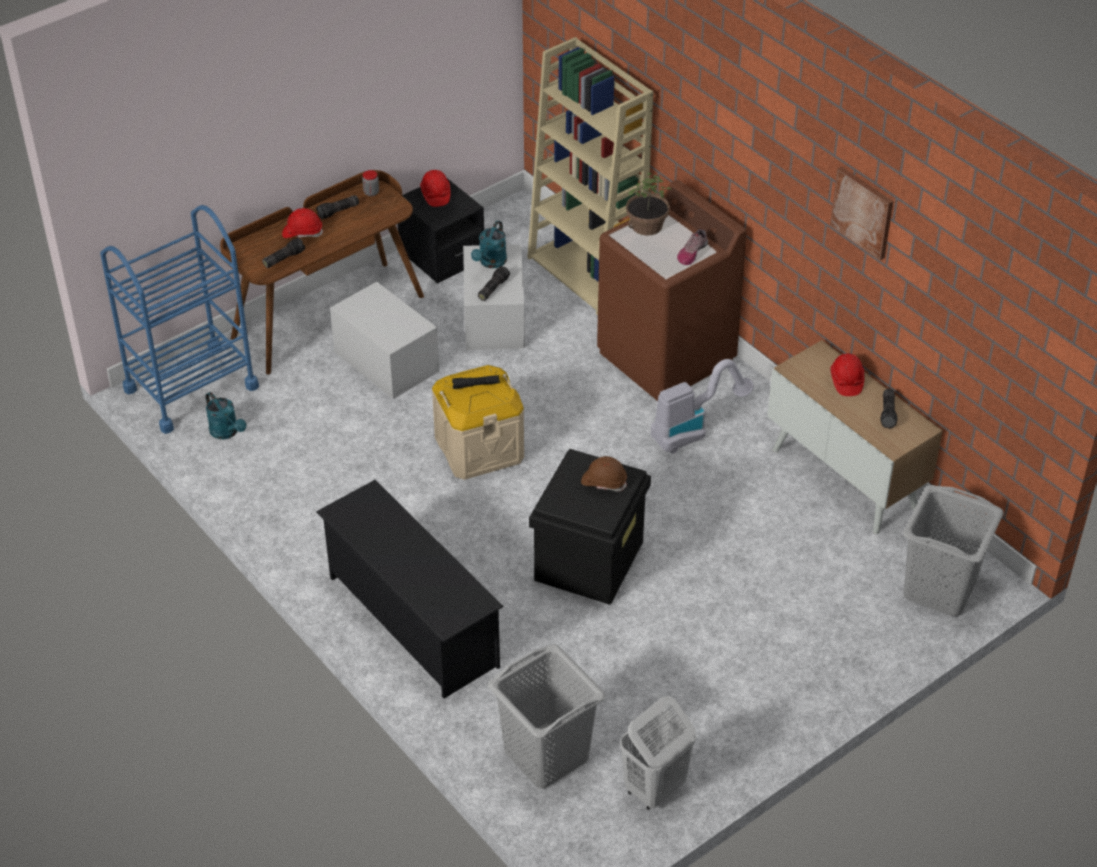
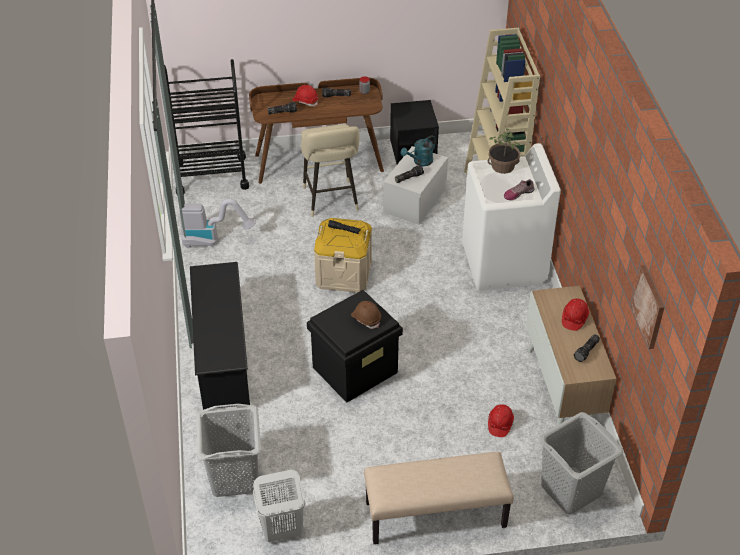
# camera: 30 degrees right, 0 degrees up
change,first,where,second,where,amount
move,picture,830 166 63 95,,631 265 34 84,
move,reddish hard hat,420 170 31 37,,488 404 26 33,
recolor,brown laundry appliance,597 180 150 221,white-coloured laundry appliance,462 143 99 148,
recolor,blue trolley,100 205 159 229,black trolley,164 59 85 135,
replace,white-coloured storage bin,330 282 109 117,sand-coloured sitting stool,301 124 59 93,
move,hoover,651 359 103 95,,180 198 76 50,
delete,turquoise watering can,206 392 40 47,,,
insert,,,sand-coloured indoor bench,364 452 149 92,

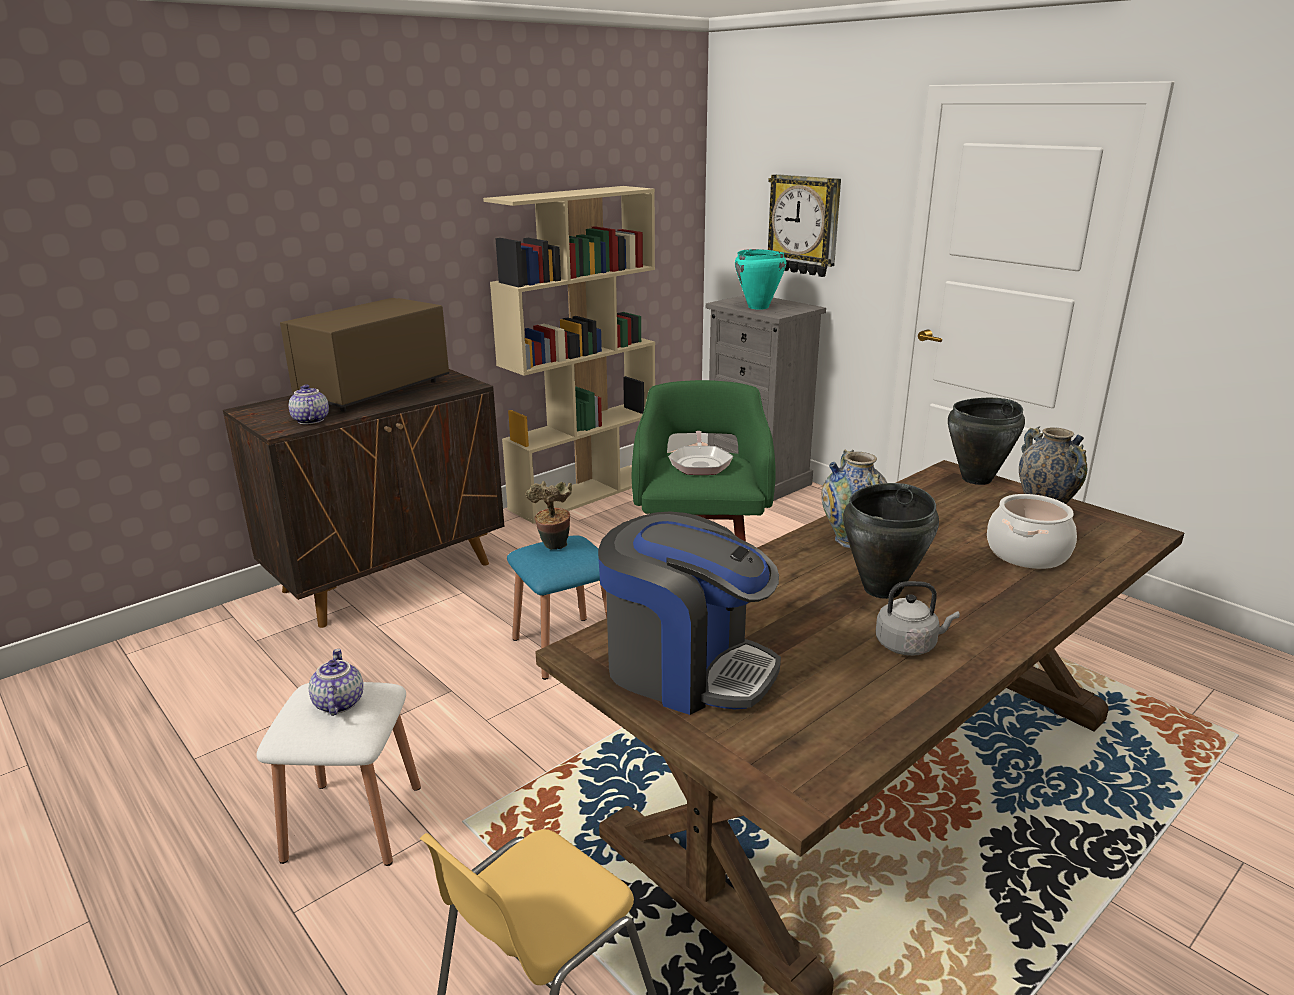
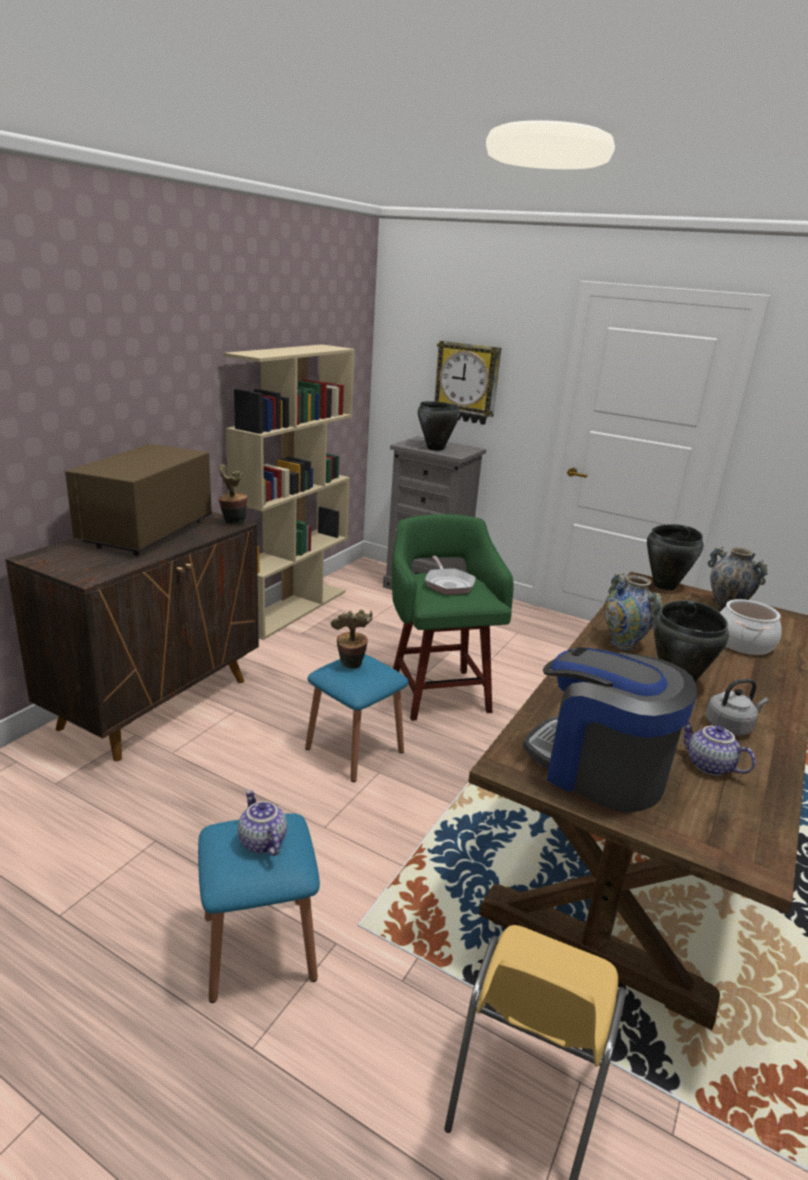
# camera: 20 degrees left, 0 degrees up
change,first,where,second,where,amount
recolor,turquoise saucepot,735 249 51 61,black saucepot,418 401 42 50,
move,pot for tea,288 385 41 39,,684 721 72 54,
rotate,coffee machine,598 511 183 204,,523 647 174 166,150 degrees counterclockwise
recolor,white-coloured sitting stool,257 682 164 184,blue sitting stool,198 813 122 190,
insert,,,plant in a pot,218 464 29 61,

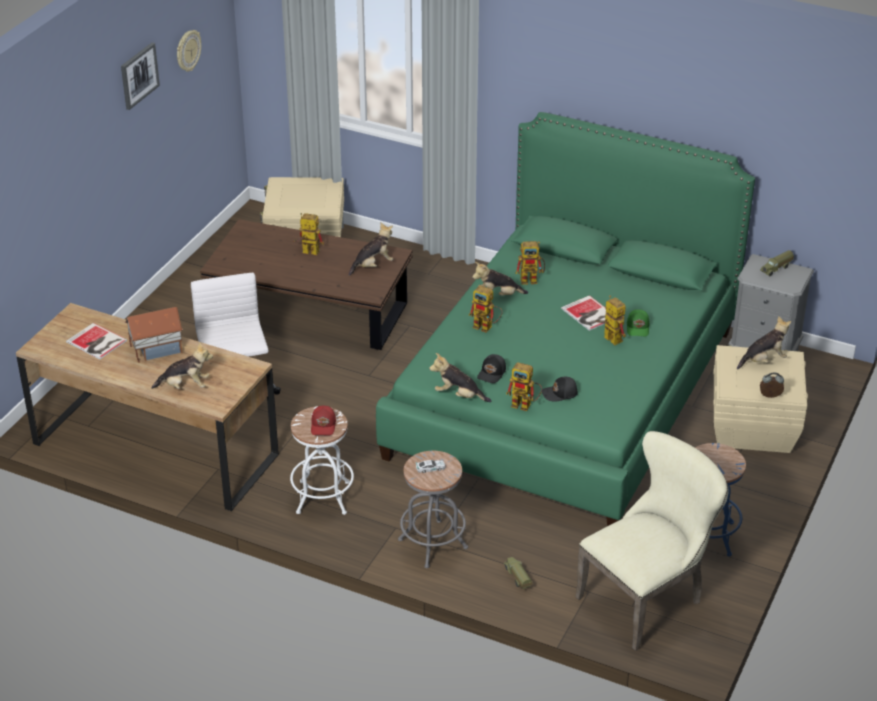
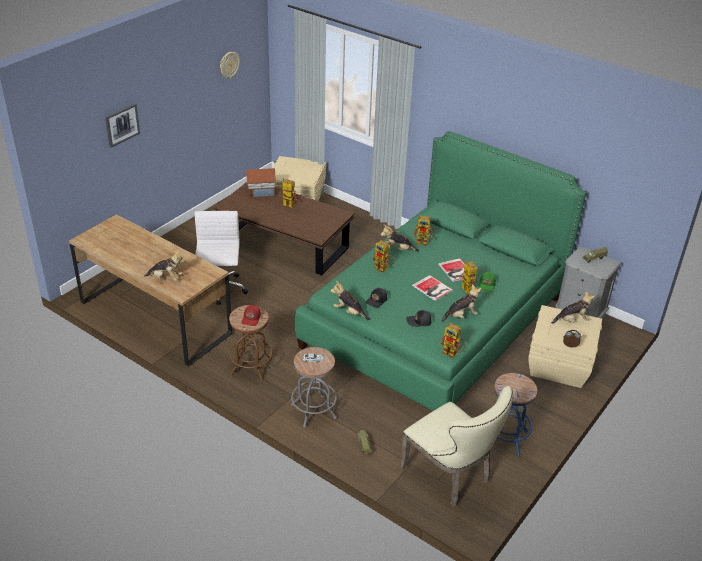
# camera: 10 degrees right, 0 degrees up
change,first,where,second,where,amount
move,picture,121 42 39 68,,105 103 35 45,
move,soft toy,349 223 44 53,,441 284 41 38,
move,toy house,125 307 58 56,,245 168 31 29,
move,book,66 323 61 36,,412 275 41 26,
move,model robot,506 362 36 49,,440 323 26 35,
recolor,white-coloured sitting stool,290 406 64 109,brown sitting stool,229 305 43 76,
rotate,sand-coloured upright chair,575 431 154 220,,400 386 113 121,75 degrees clockwise

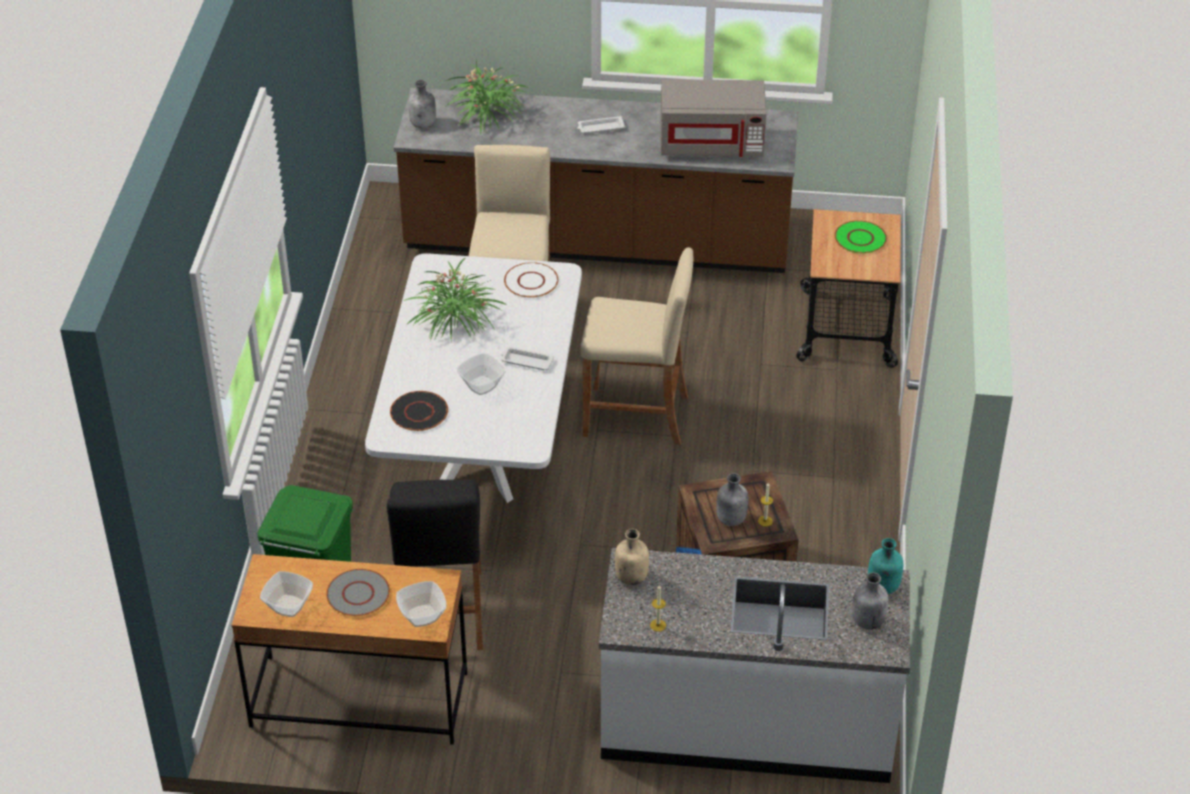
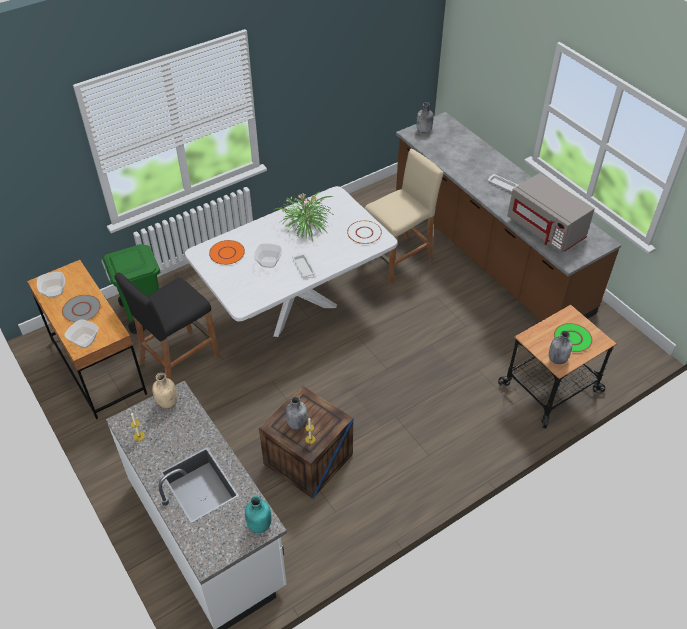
# camera: 50 degrees right, 5 degrees up
change,first,where,second,where,amount
delete,plant in a pot,446 60 83 75,,,
delete,sand-coloured sitting stool,580 247 113 198,,,
recolor,black plate,390 391 58 40,orangey plate,209 240 36 25,
move,grey bottle,852 573 36 56,,549 331 23 33,

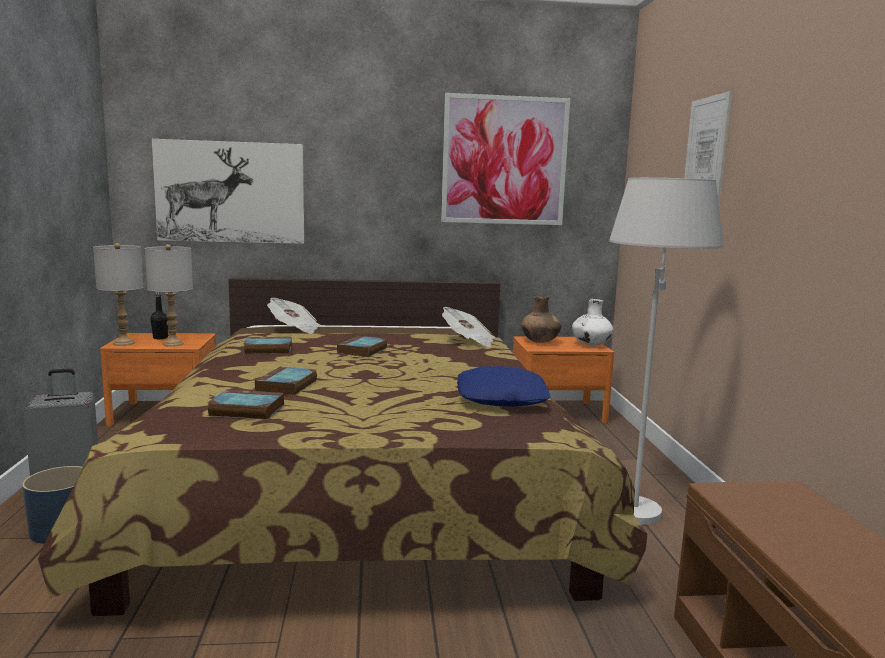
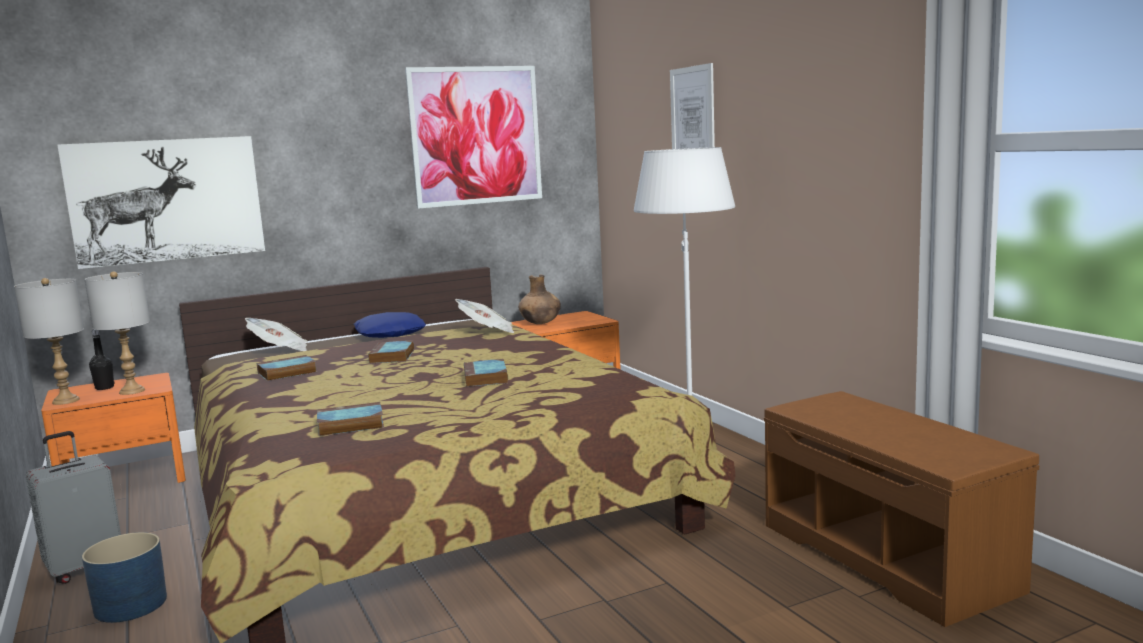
# camera: 20 degrees left, 0 degrees up
change,first,where,second,where,amount
delete,white-coloured vase,572 299 41 47,,,
move,book,255 366 62 30,,464 359 44 28,
move,blue throw pillow,457 366 93 41,,354 312 72 26,

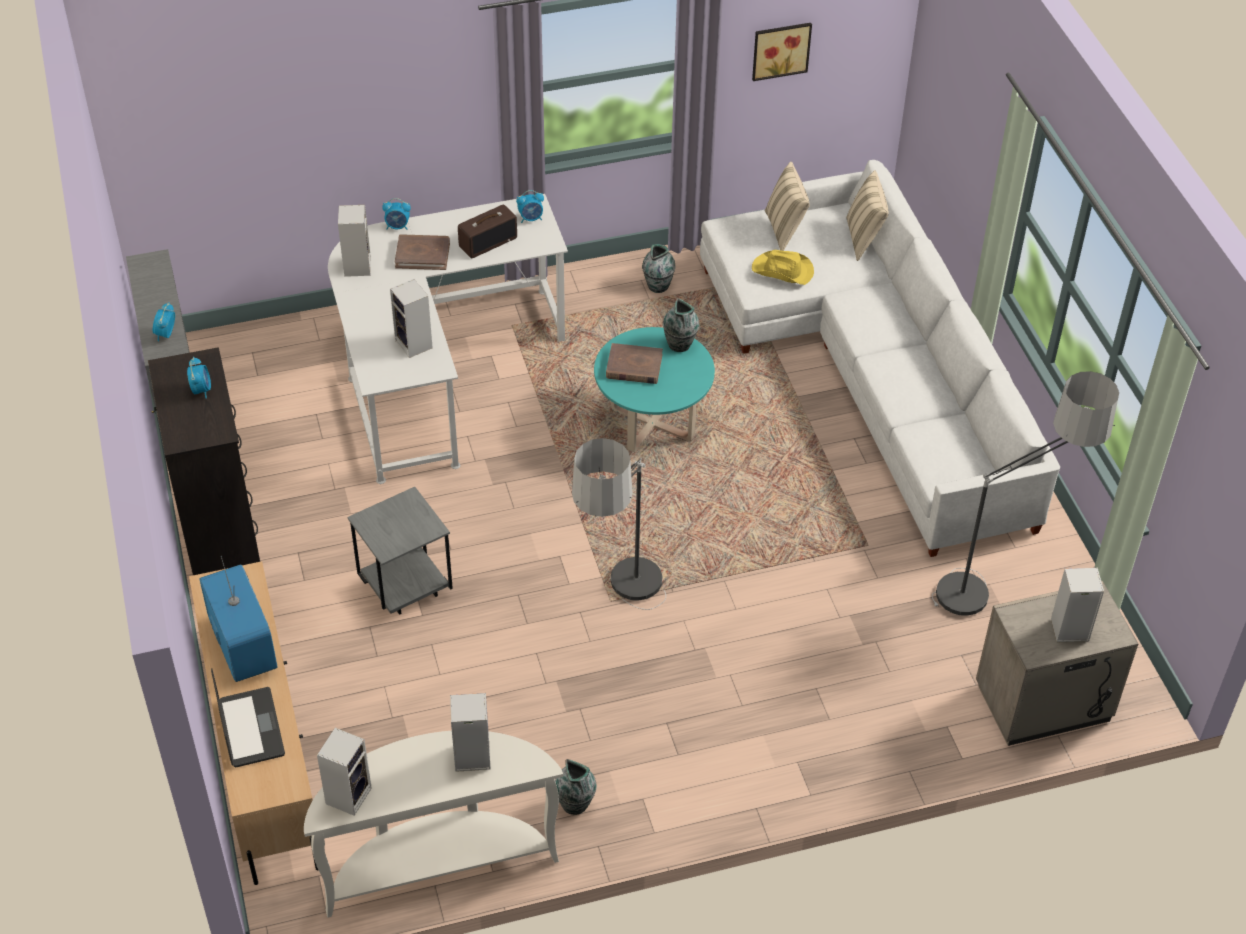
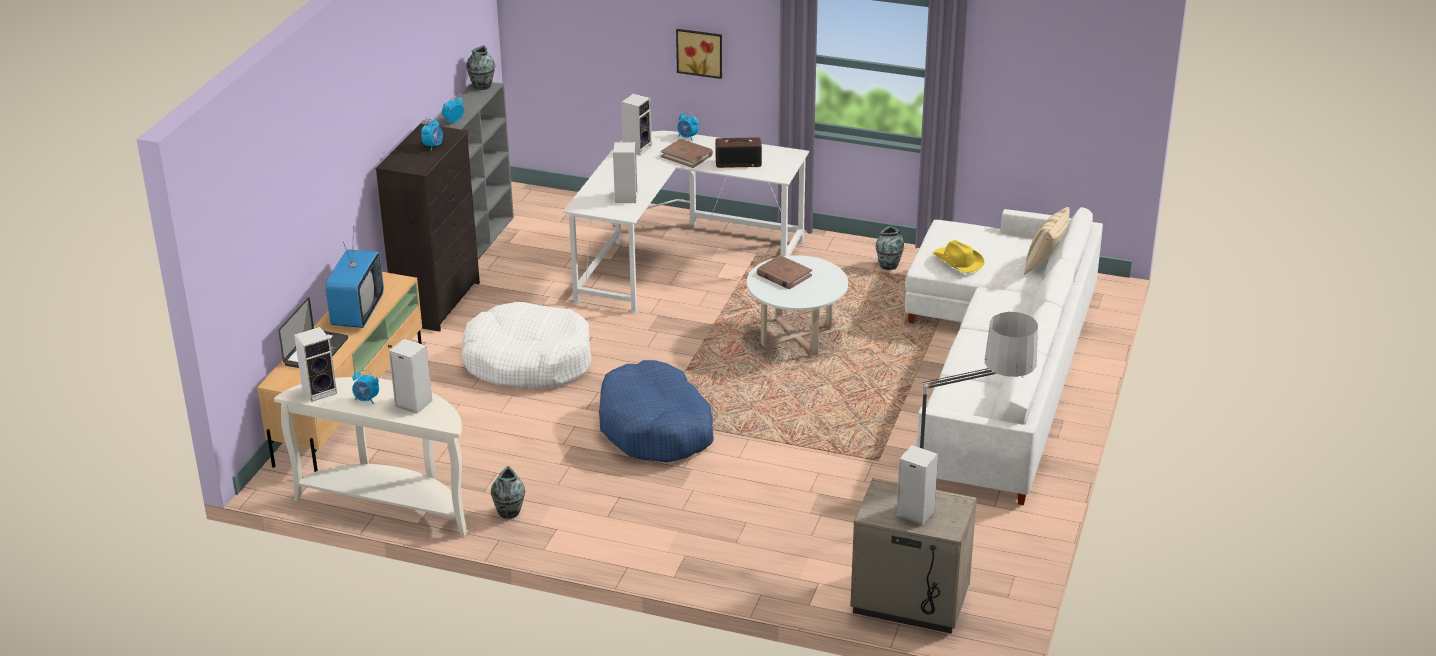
# camera: 35 degrees right, 15 degrees down
change,first,where,second,where,amount
move,picture,752 23 60 58,,676 29 46 50,
delete,sand-coloured throw pillow,765 162 45 89,,,
move,alarm clock,516 190 28 33,,352 370 27 34,
move,vase,663 298 36 54,,466 45 29 45,
recolor,turquoise coffee table,594 327 121 126,white-coloured coffee table,747 255 101 101,
replace,standing lamp,572 438 94 172,blue pet bed,599 360 115 102,
replace,grey side table,347 487 106 128,white-coloured pet bed,462 302 129 86,

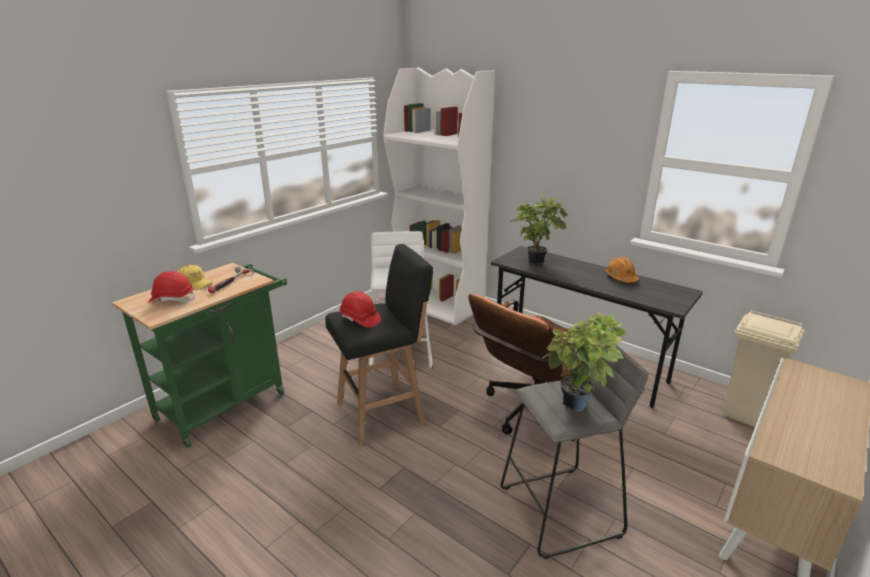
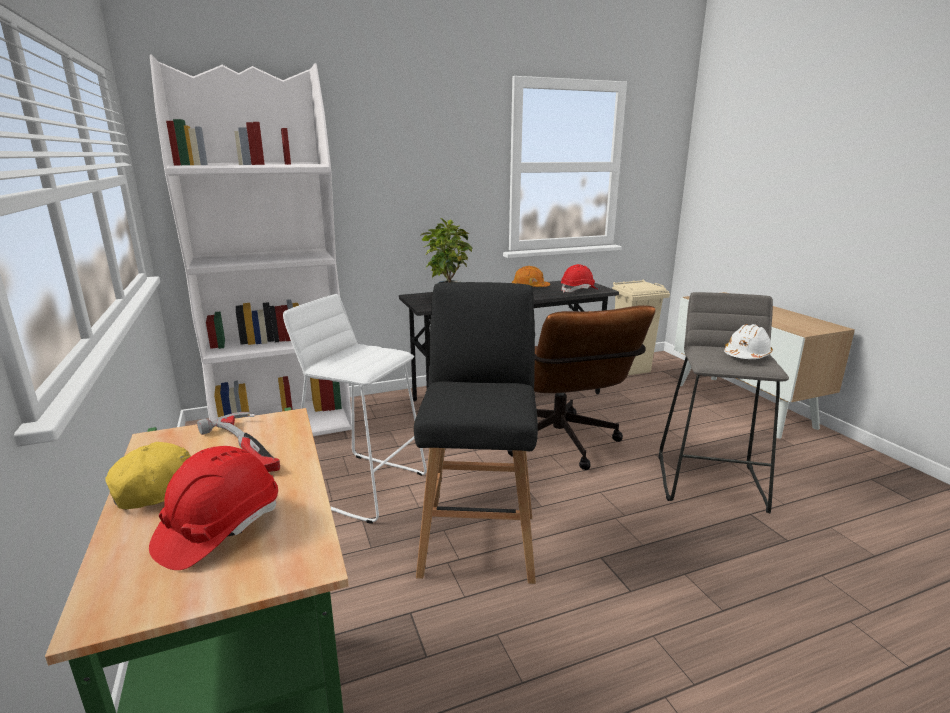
# camera: 60 degrees left, 5 degrees down
change,first,where,second,where,amount
move,reddish hard hat,339 291 42 37,,561 264 36 29,
replace,plant in a pot,542 313 84 98,white-coloured hard hat,724 324 49 35,

